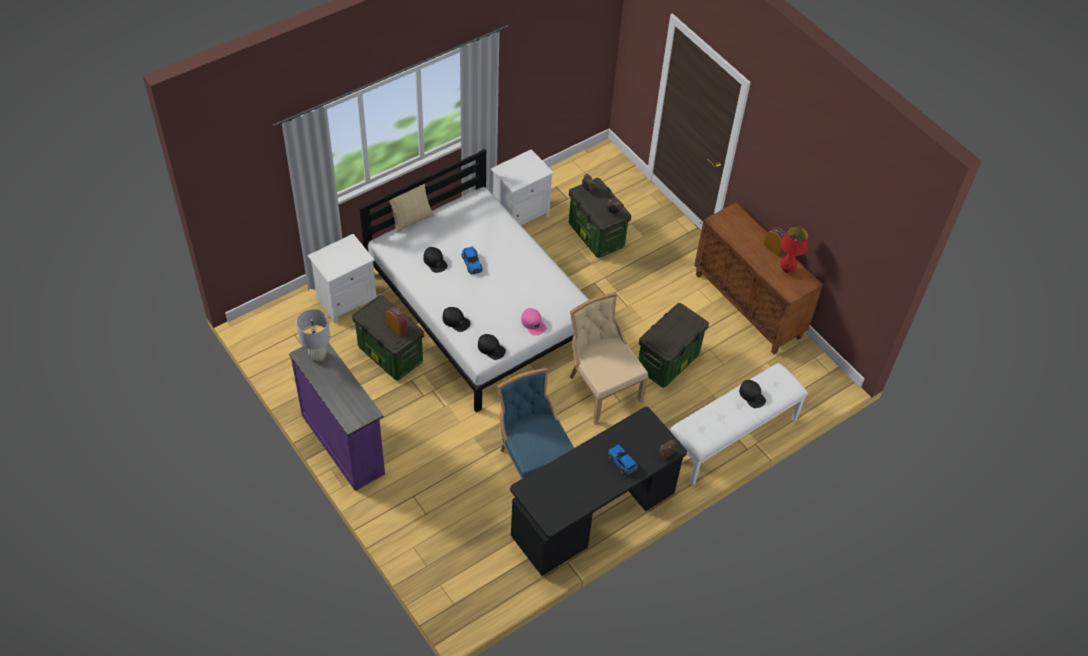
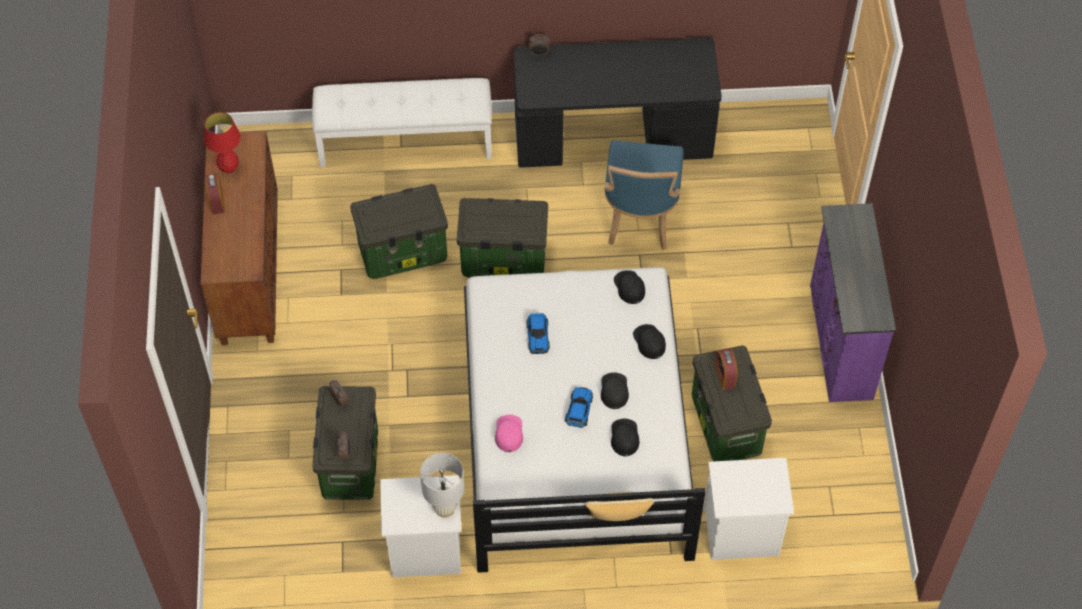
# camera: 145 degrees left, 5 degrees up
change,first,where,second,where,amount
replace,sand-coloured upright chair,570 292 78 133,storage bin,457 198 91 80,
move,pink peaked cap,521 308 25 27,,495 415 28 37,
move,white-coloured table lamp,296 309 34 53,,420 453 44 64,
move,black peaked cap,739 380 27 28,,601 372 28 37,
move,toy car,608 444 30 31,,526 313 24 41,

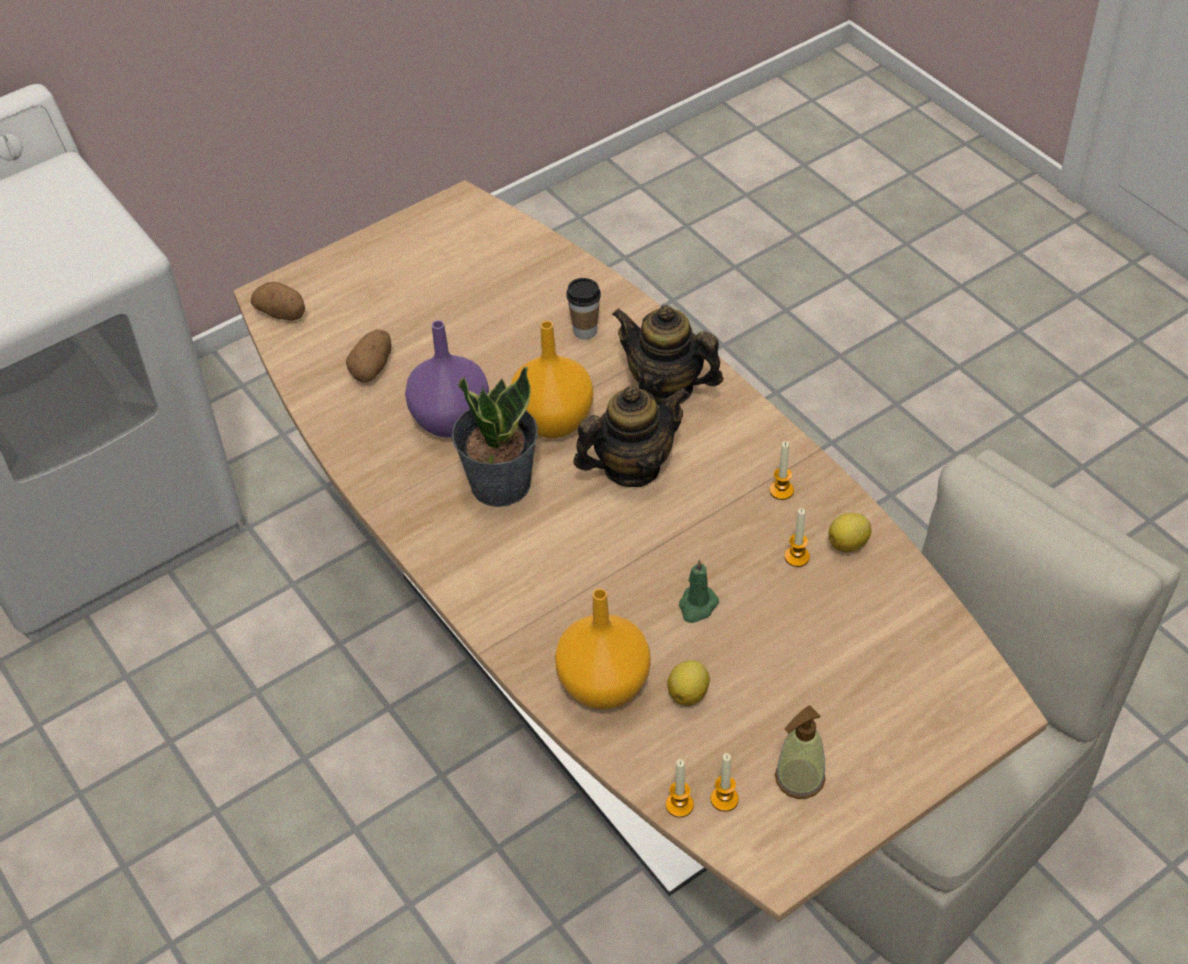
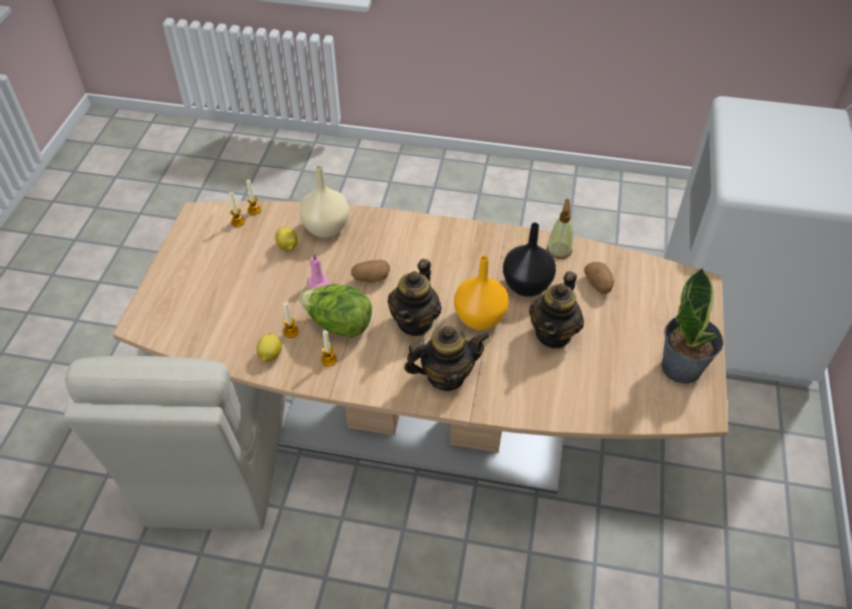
# camera: 135 degrees right, 0 degrees up
change,first,where,second,where,amount
delete,drinking cup,566 278 35 62,,,
move,potato,251 282 54 39,,351 260 39 23,
recolor,purple vase,405 320 84 117,black vase,503 223 53 74,
move,plant in a pot,452 367 86 140,,661 267 62 117,
recolor,green-coloured wax candle,679 559 40 64,pink wax candle,308 253 21 36,
recolor,orangey vase,555 589 96 120,sand-coloured vase,299 165 50 73,
move,soap bottle,775 705 51 94,,547 199 26 60,
insert,,,pot for tea,529 271 55 77,
insert,,,lettuce,300 285 72 53,

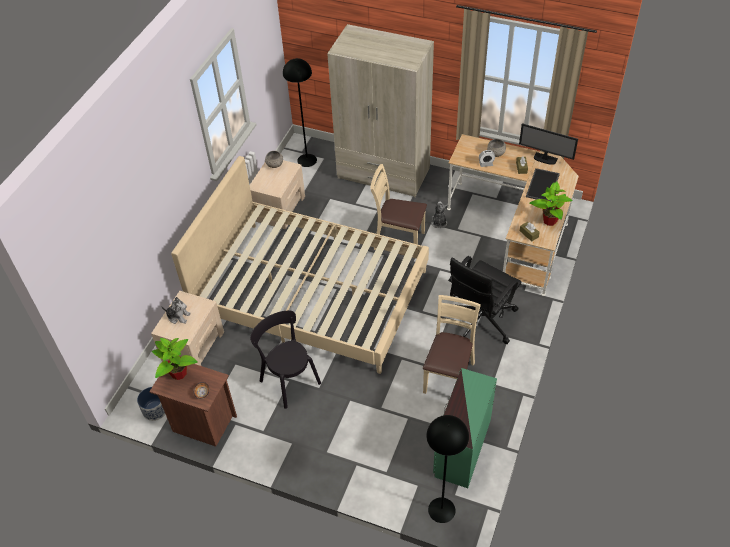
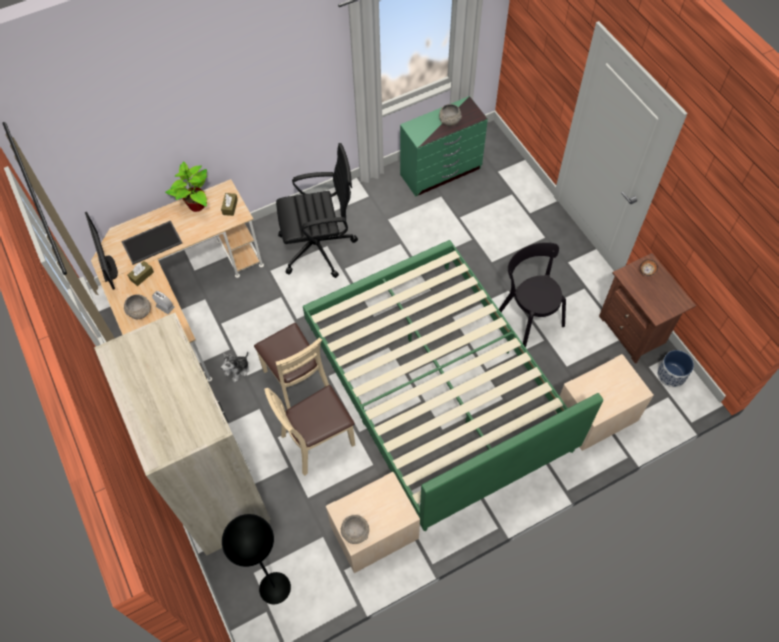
# camera: 140 degrees left, 10 degrees up
change,first,where,second,where,amount
recolor,sand-coloured bed,171 156 258 218,green-coloured bed,303 240 300 291,
move,sand-coloured upright chair,423 295 58 99,,264 385 91 91,
delete,soft toy,161 297 30 27,,,
rotate,black upright chair,250 311 71 98,,499 242 67 105,150 degrees clockwise
delete,plant in a pot,152 338 46 42,,,
delete,black standing lamp,426 415 43 108,,,
insert,,,grey bowl,439 104 23 22,

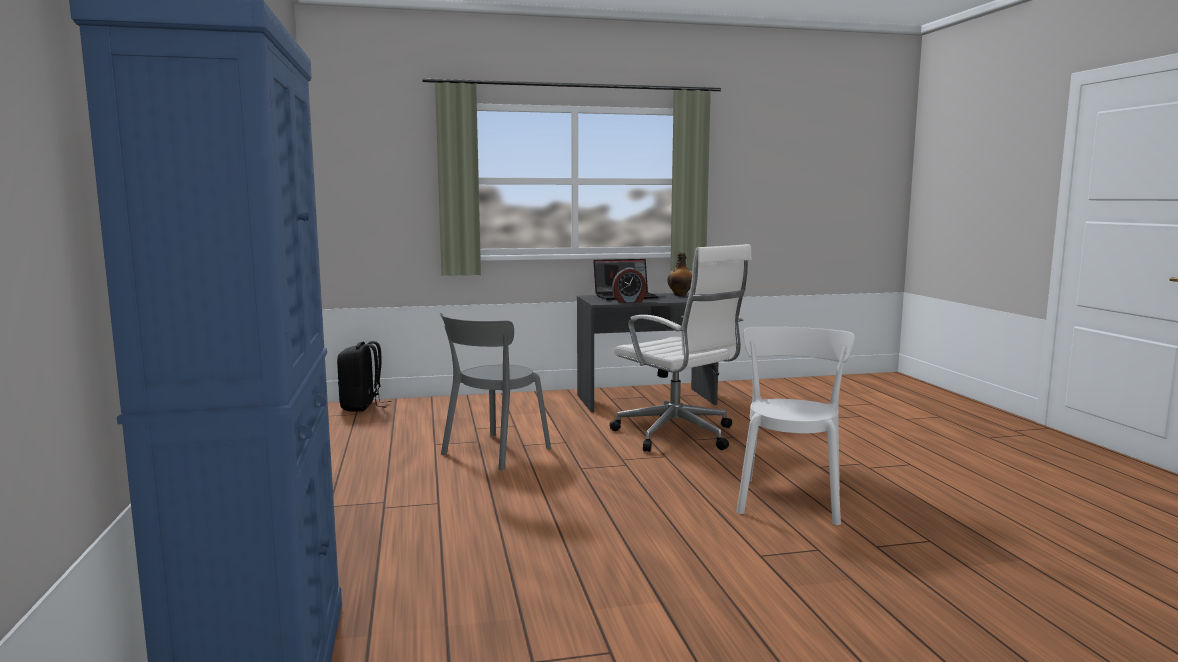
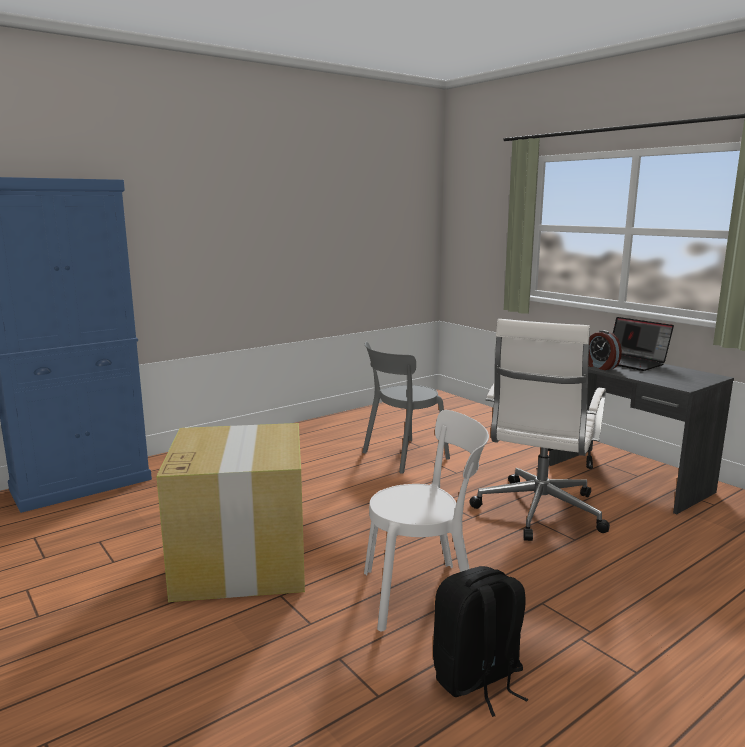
# camera: 65 degrees right, 5 degrees up
change,first,where,second,where,amount
delete,bottle,667 253 25 43,,,
rotate,grey upright chair,440 313 111 157,,362 342 88 132,45 degrees counterclockwise
move,black rucksack,337 341 54 71,,433 566 95 151,
insert,,,carton,156 423 149 179,

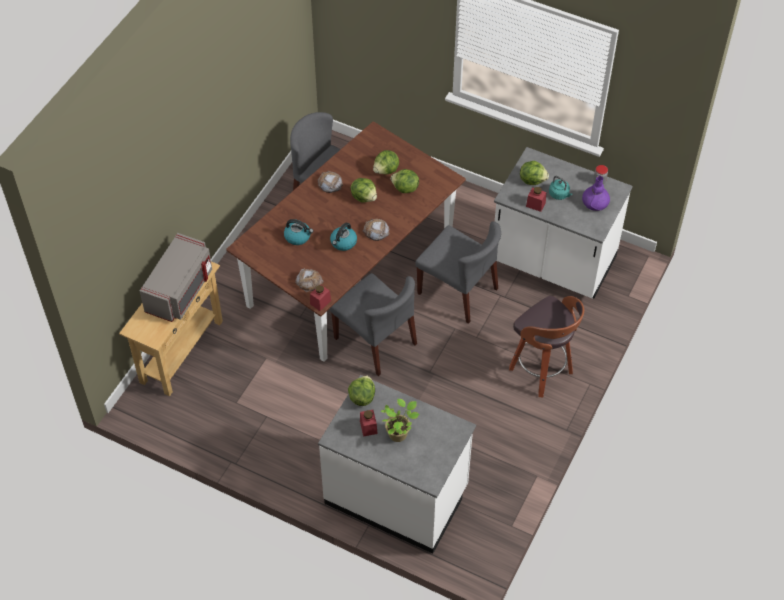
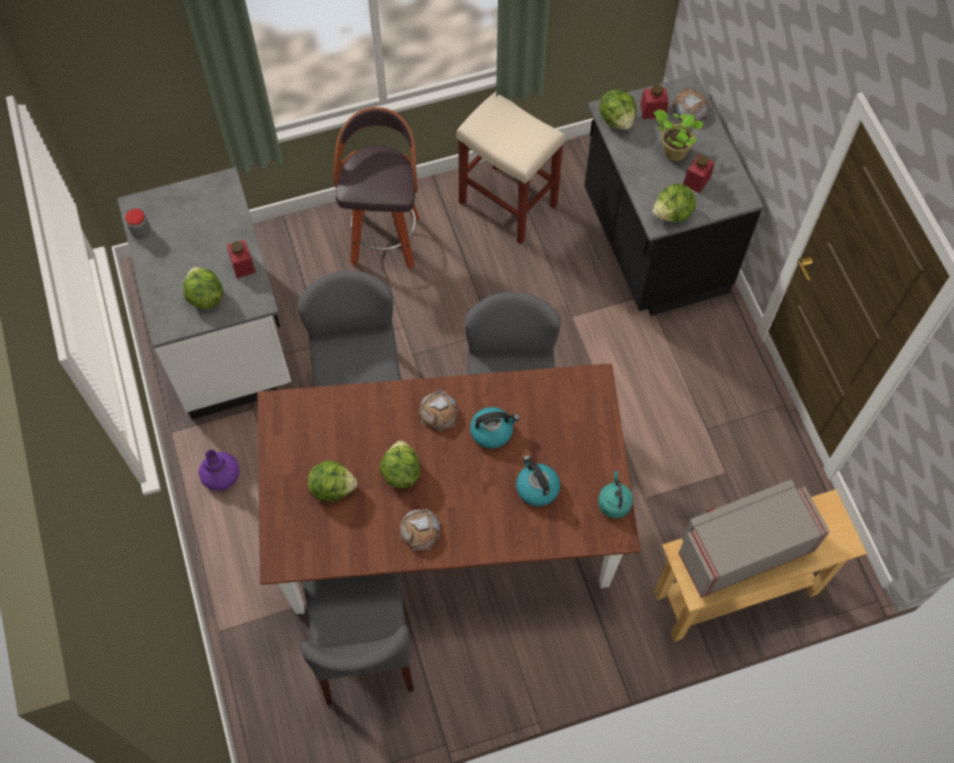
# camera: 135 degrees left, 10 degrees up
change,first,where,second,where,amount
move,lettuce,391 169 28 24,,600 90 37 40,
move,turquoise tea kettle,549 176 23 24,,598 471 35 47,
move,purple vase,582 176 28 35,,198 450 41 41,
move,baked bread,295 268 29 24,,673 88 36 34,
move,reddish preserve jar,310 284 21 27,,640 84 28 35,
recolor,white-coloured kitchen base unit,318 375 158 179,black kitchen base unit,584 74 180 242,
insert,,,sand-coloured sitting stool,456 91 110 153,

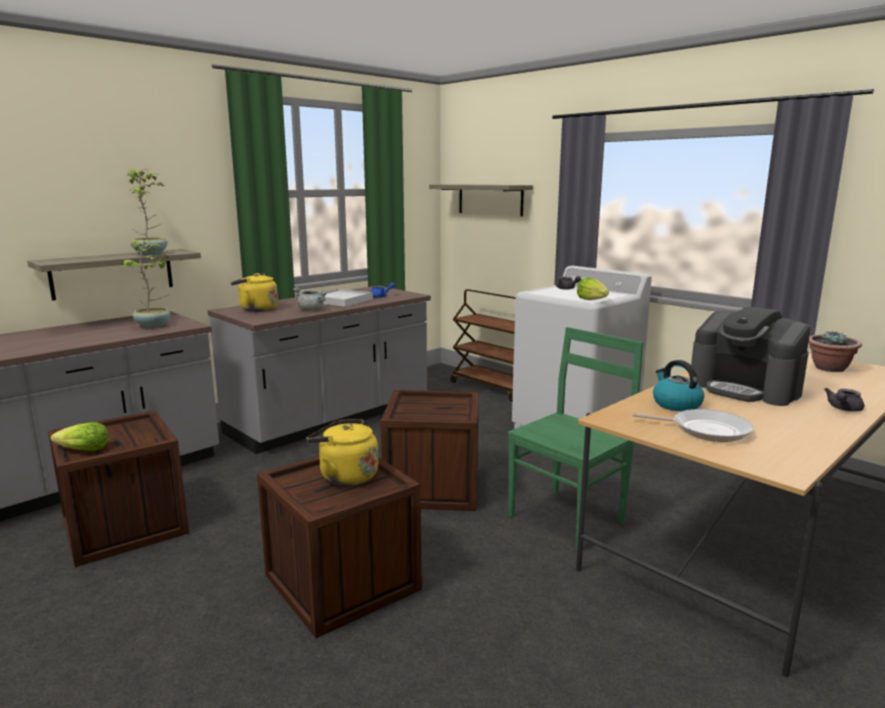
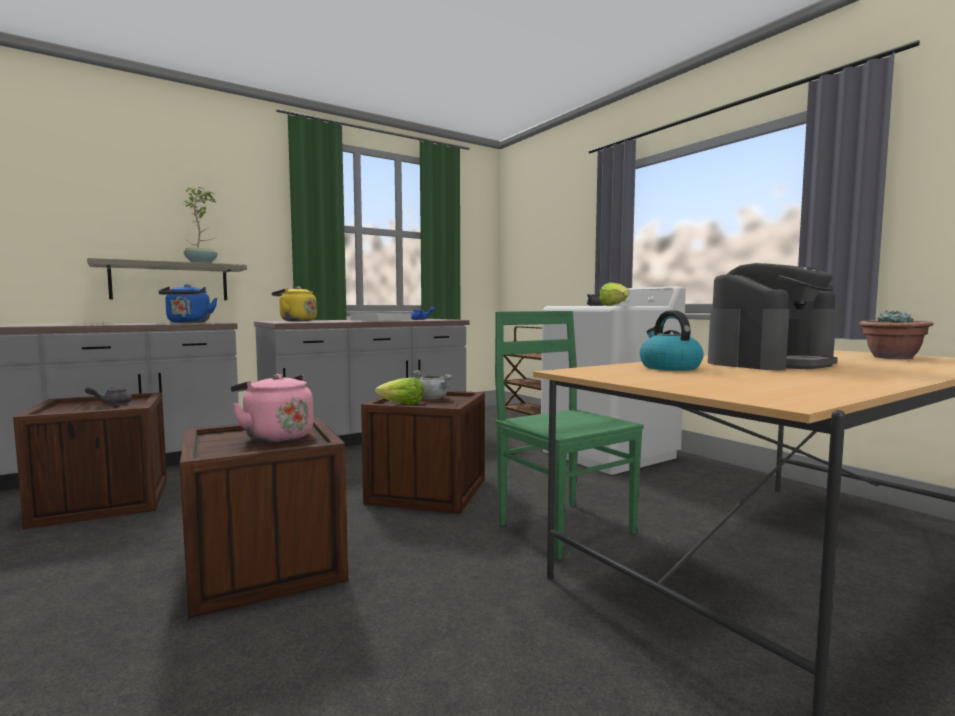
# camera: 10 degrees right, 10 degrees down
change,first,where,second,where,amount
delete,shelf,429 184 104 32,,,
replace,plant in a pot,122 240 48 88,blue tea kettle,158 284 60 39,
move,grey saucepot,293 287 35 24,,413 370 40 29,
rotate,coffee machine,691 307 120 99,,708 263 130 107,90 degrees counterclockwise
rotate,green-coloured upright chair,508 327 135 223,,495 311 149 249,90 degrees counterclockwise
move,grey pot for tea,824 388 40 23,,85 386 47 19,
delete,frying pan,632 409 121 33,,,
recolor,yellowish tea kettle,306 419 72 67,pink tea kettle,231 374 83 68,
move,lettuce,51 422 58 29,,375 378 49 27,

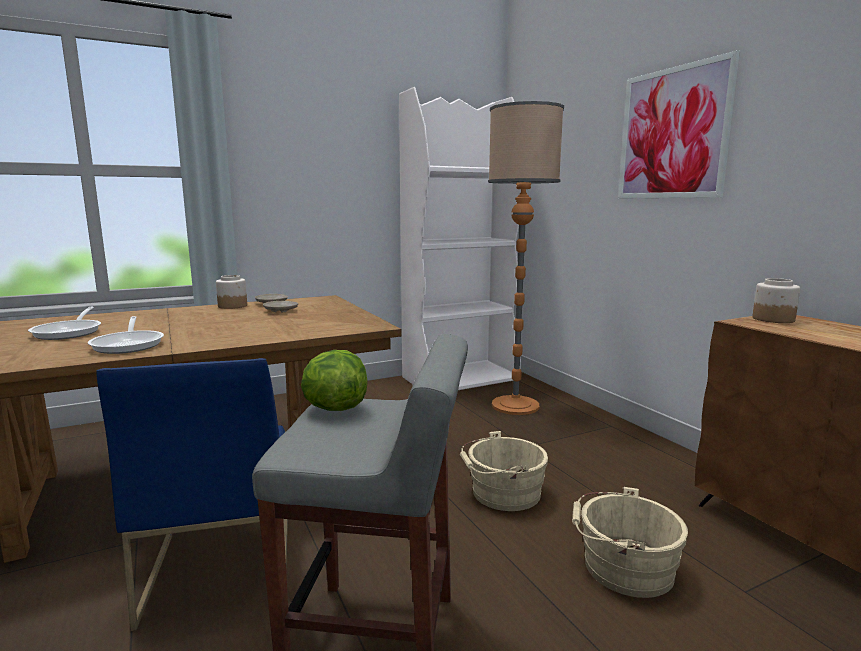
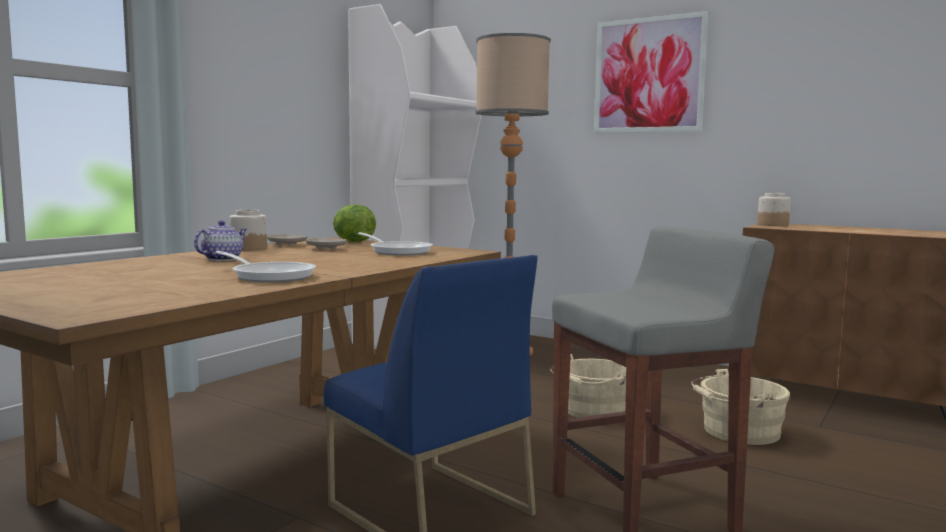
# camera: 30 degrees left, 5 degrees down
change,first,where,second,where,amount
move,frying pan,28 307 73 33,,358 232 75 23,
move,lettuce,301 350 67 61,,333 204 43 38,
insert,,,pot for tea,194 221 53 40,

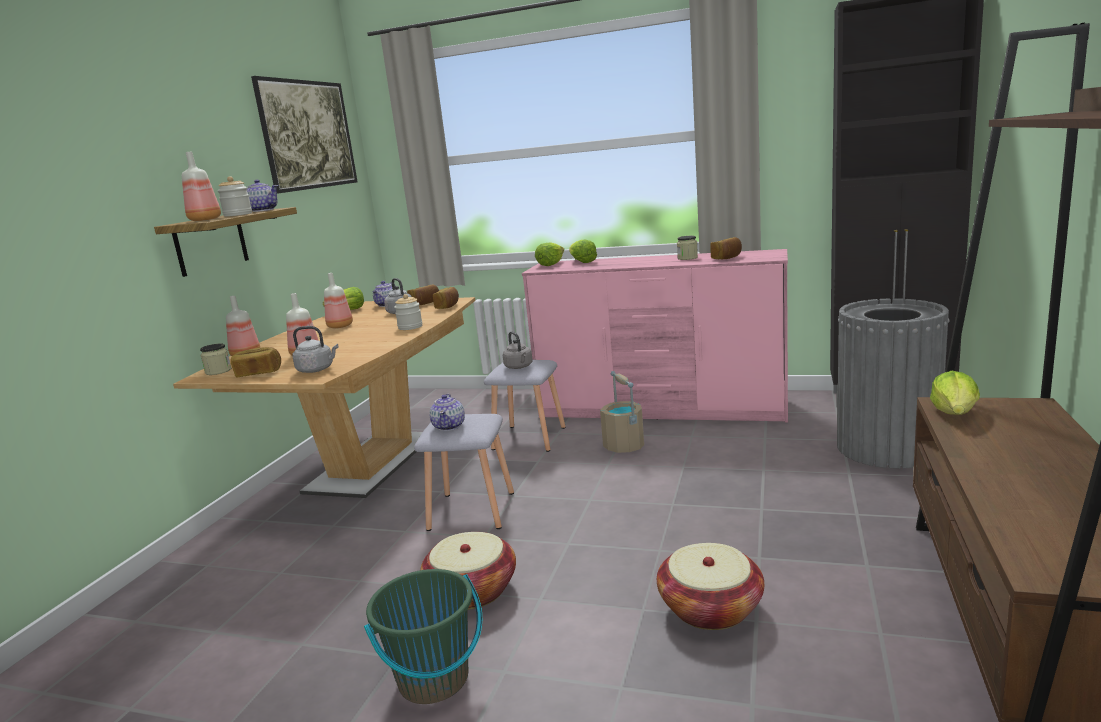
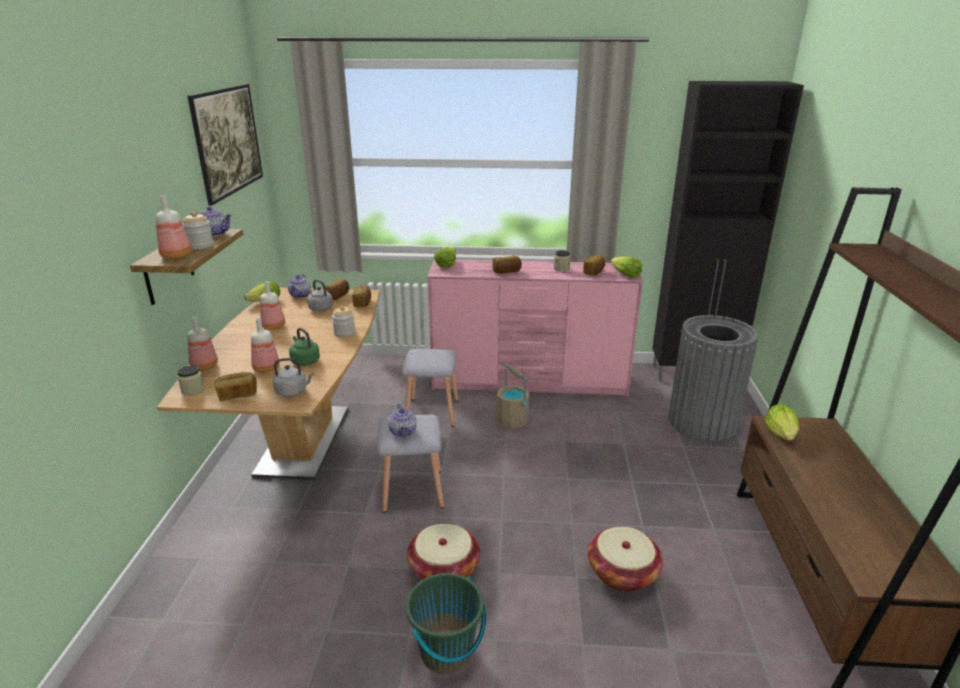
# camera: 15 degrees left, 10 degrees up
change,first,where,second,where,amount
move,lettuce,569 239 28 24,,611 256 31 22,
delete,grey tea kettle,503 331 29 38,,,
insert,,,baked bread,492 256 30 17,
insert,,,green-coloured tea kettle,289 328 31 38,

